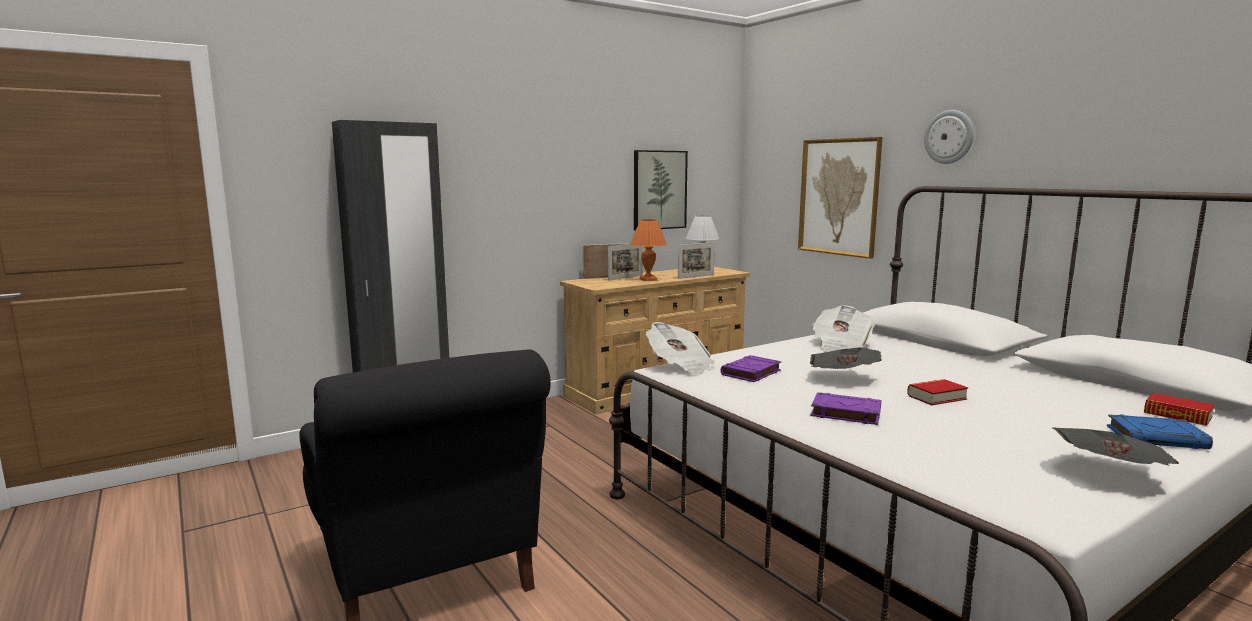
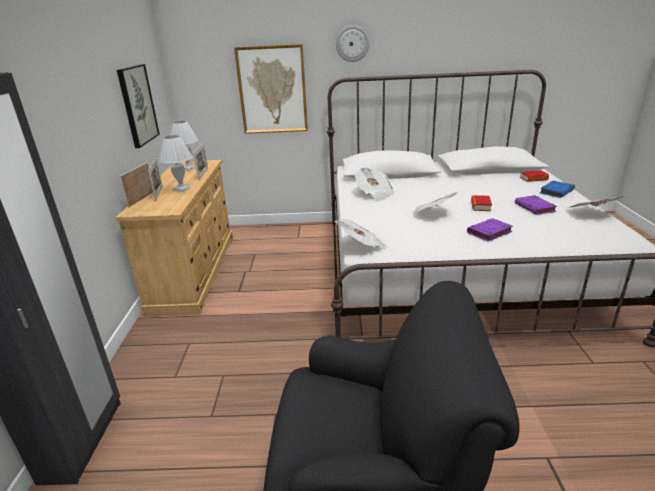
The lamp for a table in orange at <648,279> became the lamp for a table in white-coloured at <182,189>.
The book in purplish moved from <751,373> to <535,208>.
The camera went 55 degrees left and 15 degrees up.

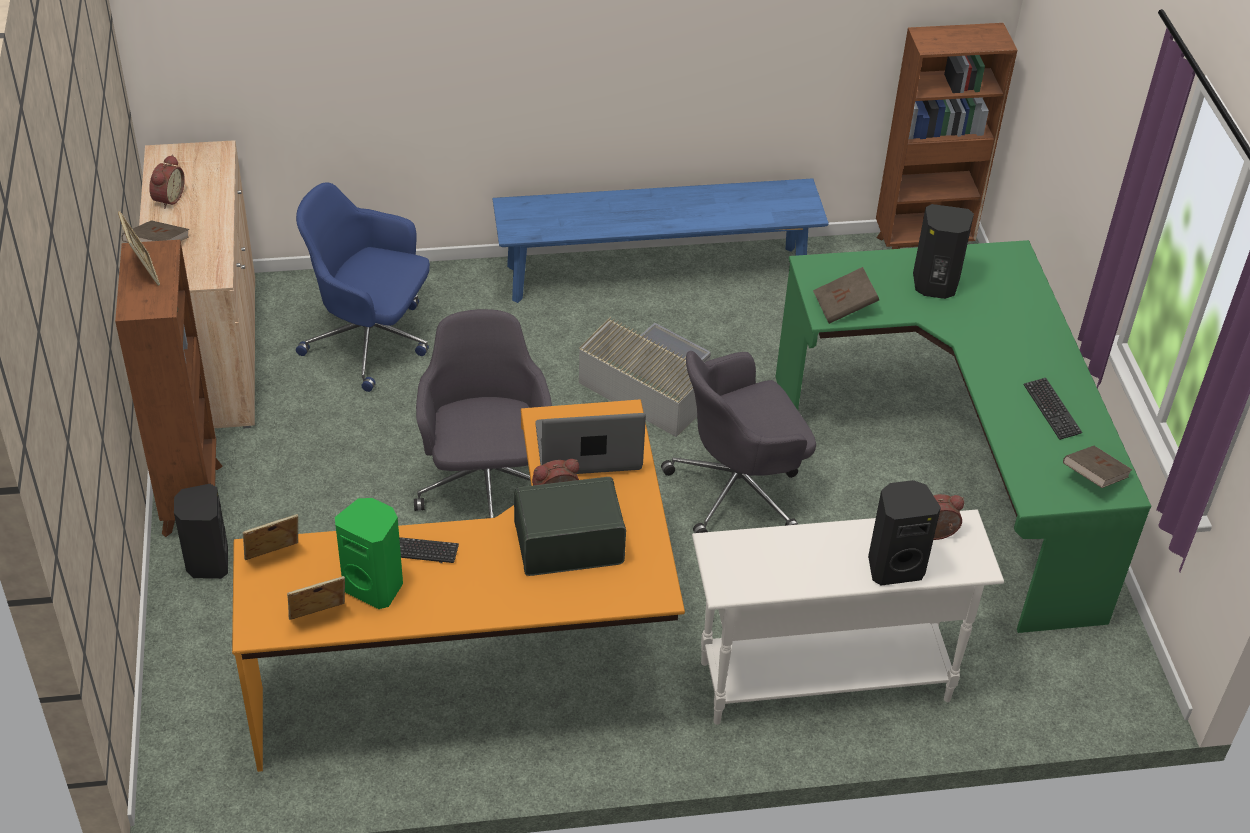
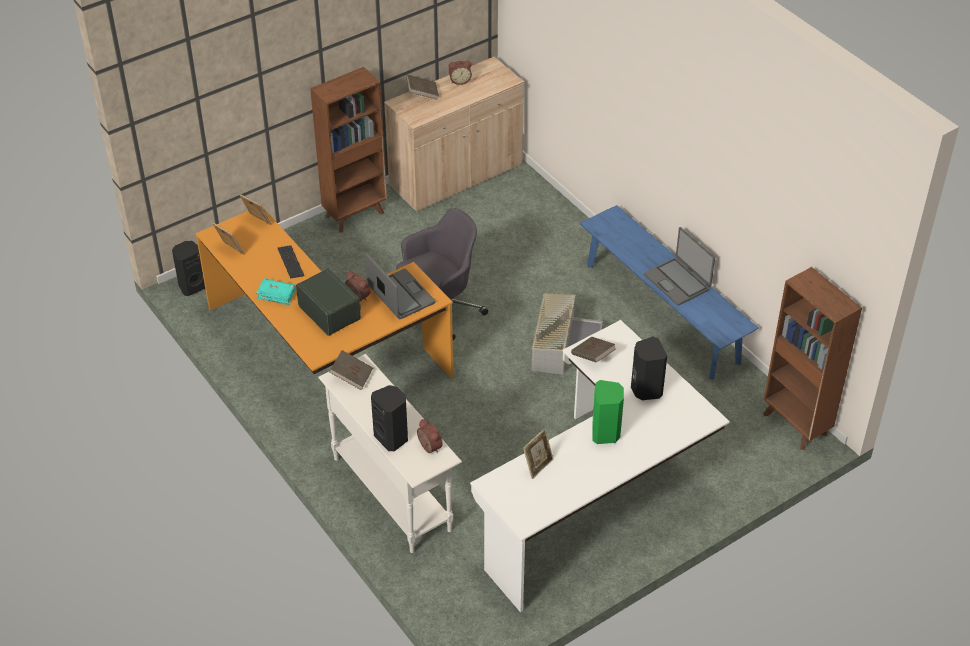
The photo frame moved from <143,271> to <538,465>.
The audio speaker in black moved from <207,562> to <192,286>.
The computer chair in blue at <371,341> disappeared.
The audio speaker in green moved from <375,586> to <606,433>.
The computer chair in gray at <738,490> disappeared.
The desk unit in green at <954,469> became the desk unit in white-coloured at <599,502>.
The computer keyboard at <1052,410> disappeared.
The book in brown-coloured moved from <1093,477> to <352,376>.
The book in turquoise at <276,294> appeared.
The portable computer at <677,282> appeared.
The camera went 65 degrees right and 0 degrees up.

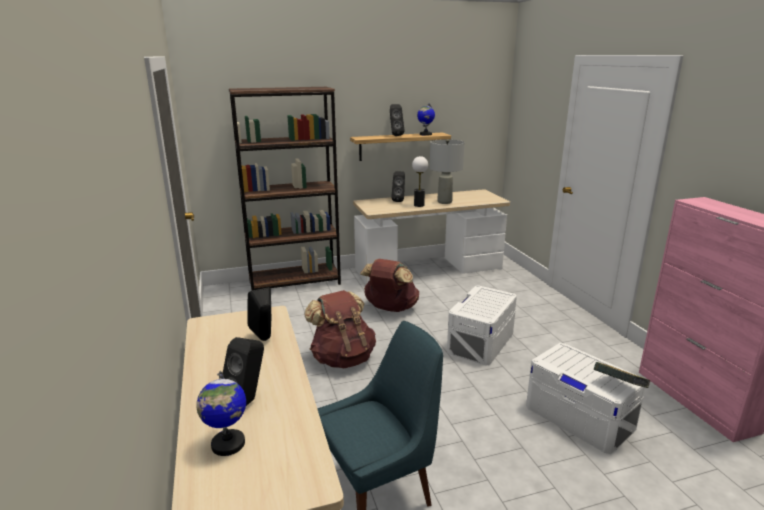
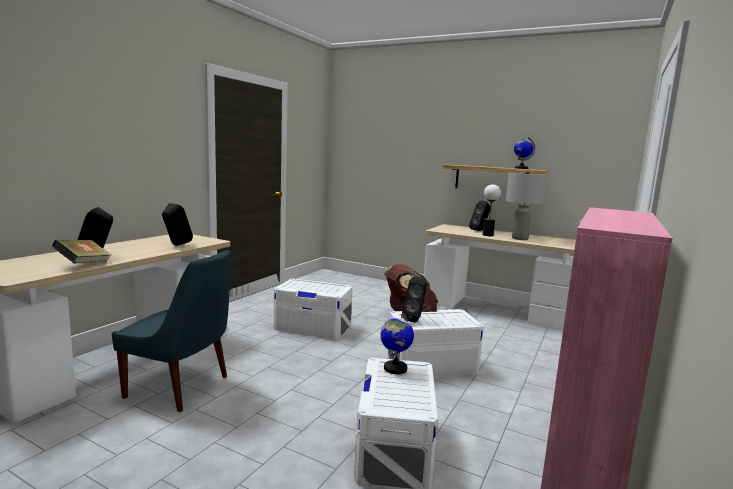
The globe moved from <227,444> to <395,368>.
The bookcase in brown-coloured at <295,282> disappeared.
The knapsack in brown-coloured at <342,358> was replaced by the storage bin in white-coloured at <313,327>.
The audio speaker in black moved from <395,136> to <415,319>.
The book moved from <619,387> to <83,265>.
The camera went 45 degrees right and 10 degrees down.

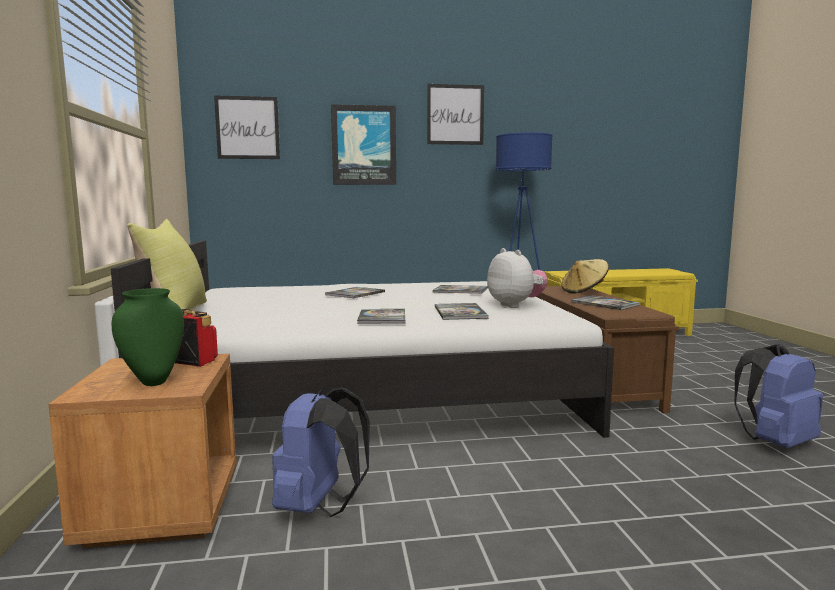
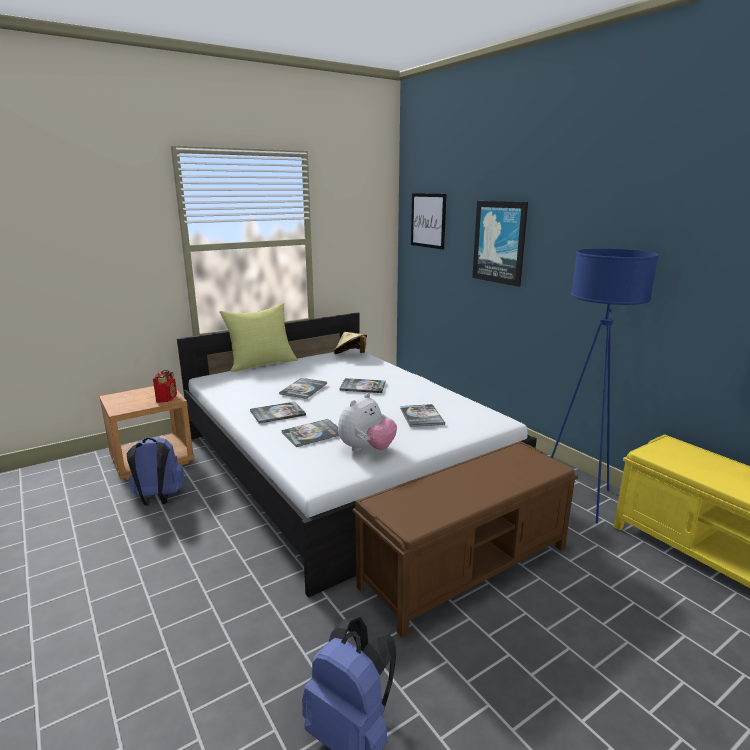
The flower vase in green at <153,382> disappeared.
The wall picture at <455,115> disappeared.
The hat in beige moved from <584,291> to <350,355>.
The book moved from <605,304> to <303,389>.
The camera went 65 degrees right and 10 degrees up.

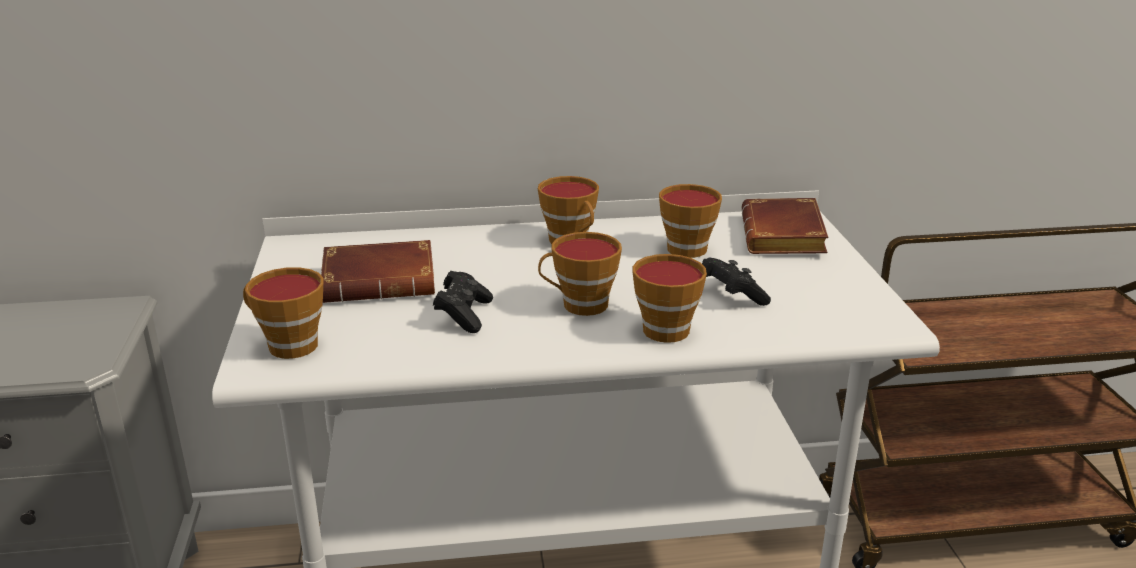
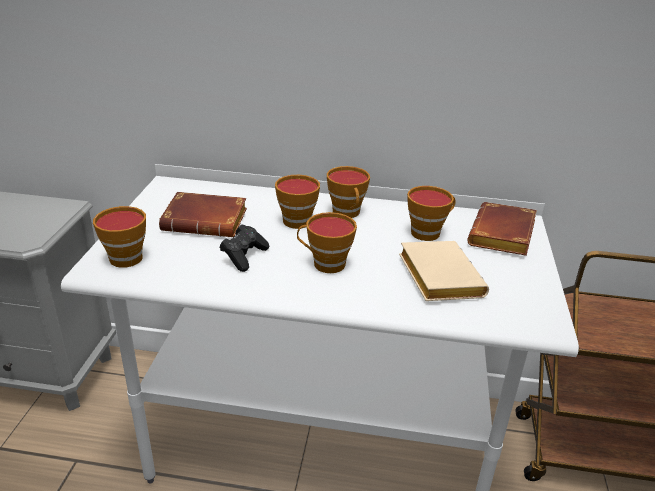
The cup moved from <663,327> to <297,219>.
The gamepad in black at <731,295> was replaced by the book in beige at <436,276>.
The camera went 15 degrees right and 5 degrees up.

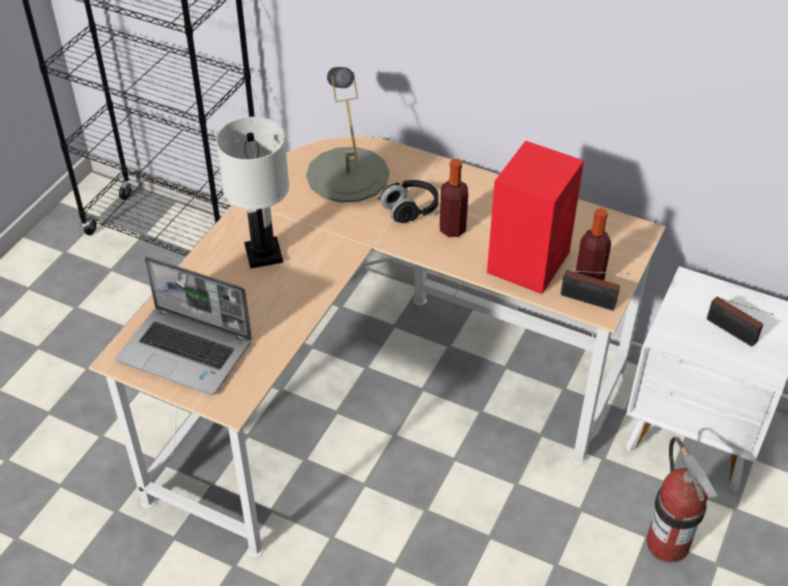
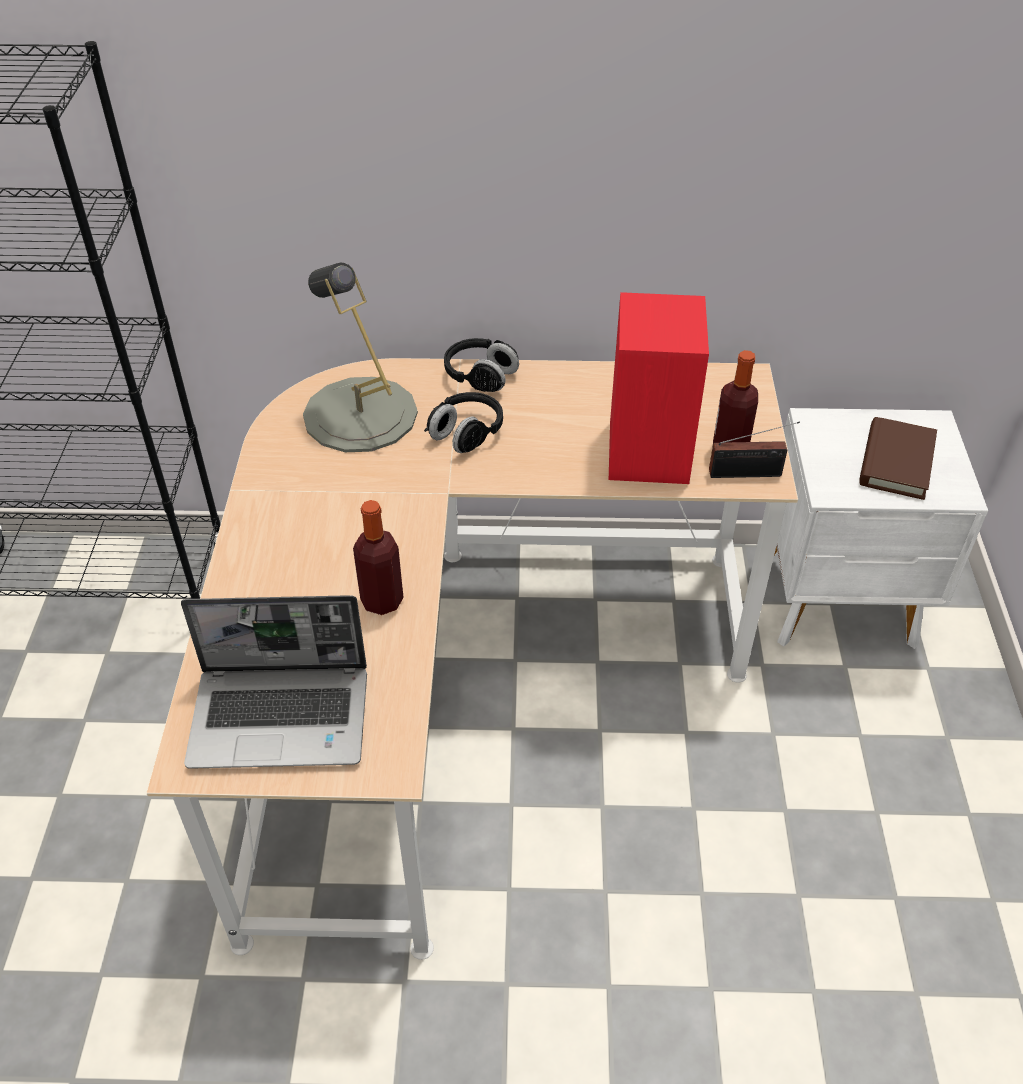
The lamp for a table in white-coloured at <263,254> disappeared.
The beverage bottle moved from <452,229> to <382,600>.
The fire extinguisher at <667,544> disappeared.
The radio receiver at <733,332> was replaced by the book in brown-coloured at <896,462>.
The headset in black at <480,377> appeared.
The camera went 25 degrees left and 0 degrees up.

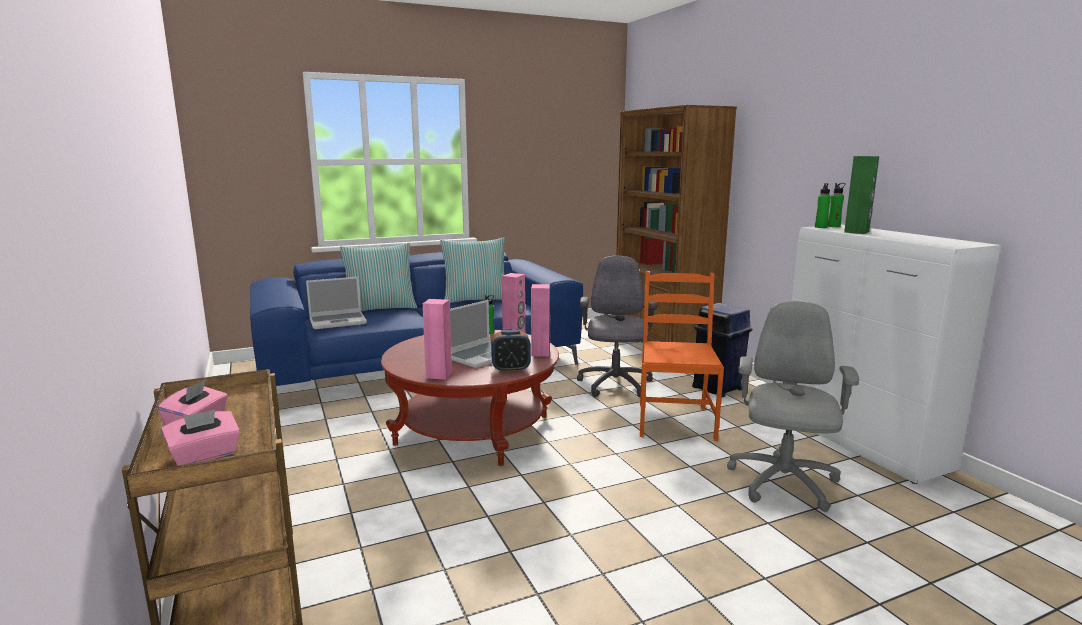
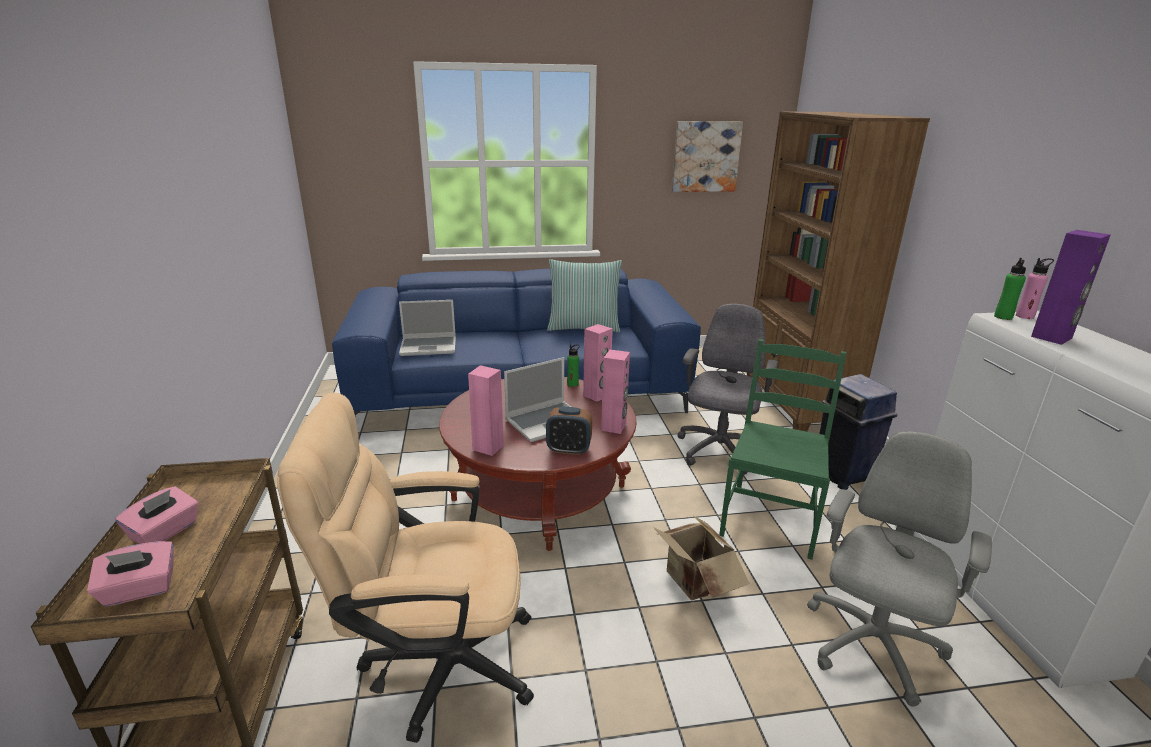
The pillow at <380,308> disappeared.
The upright chair in orange at <674,421> became the upright chair in green at <769,518>.
The beverage bottle in green at <834,226> became the beverage bottle in pink at <1025,316>.
The audio speaker in green at <857,232> became the audio speaker in purplish at <1052,337>.
The computer chair in beige at <433,663> appeared.
The carton at <693,583> appeared.
The wall picture at <706,156> appeared.
The camera went 15 degrees right and 10 degrees up.

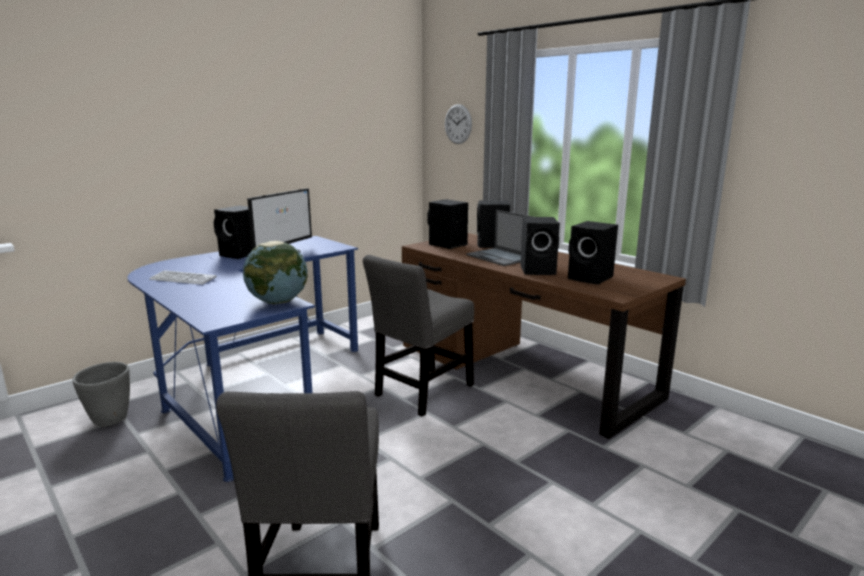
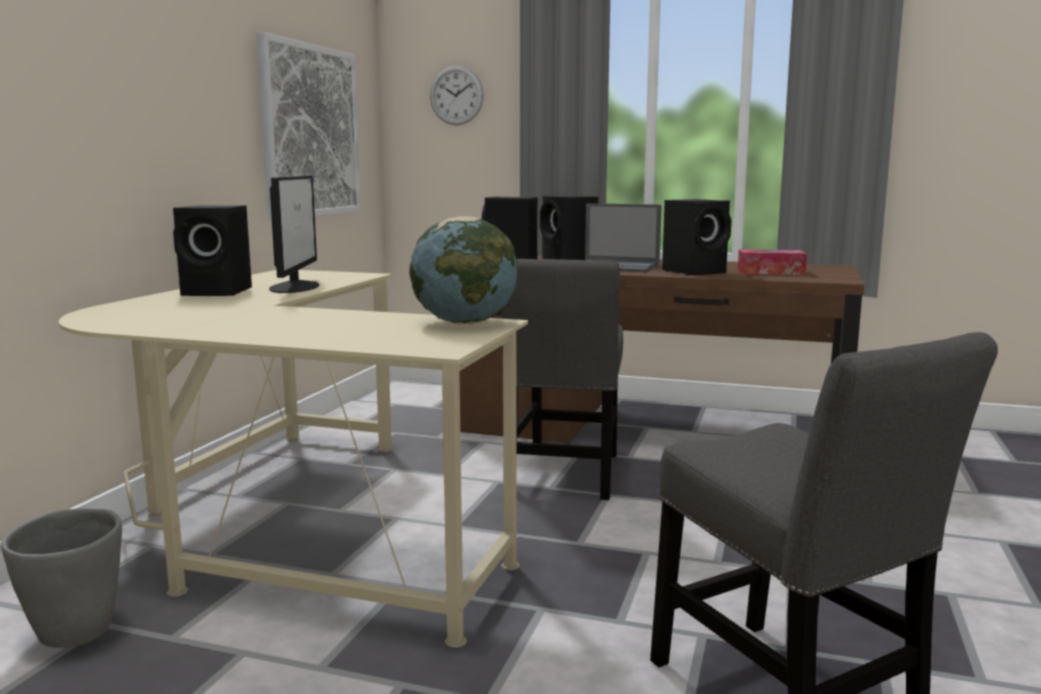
The desk unit in blue at <252,387> became the desk unit in beige at <291,525>.
The computer keyboard at <183,279> disappeared.
The audio speaker in black at <591,278> was replaced by the box of tissues at <770,272>.
The wall picture at <310,131> appeared.
The camera went 30 degrees left and 5 degrees down.

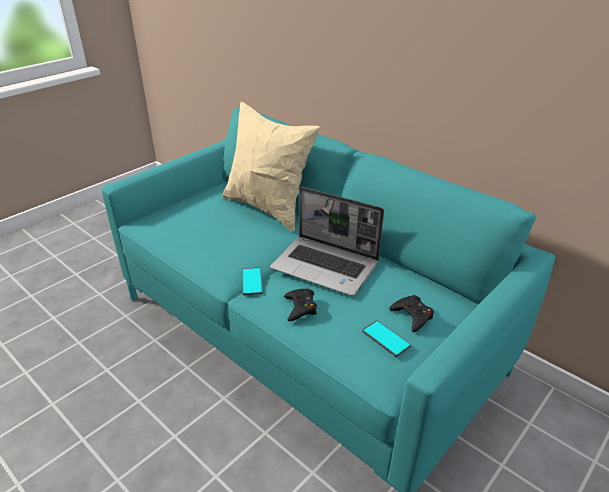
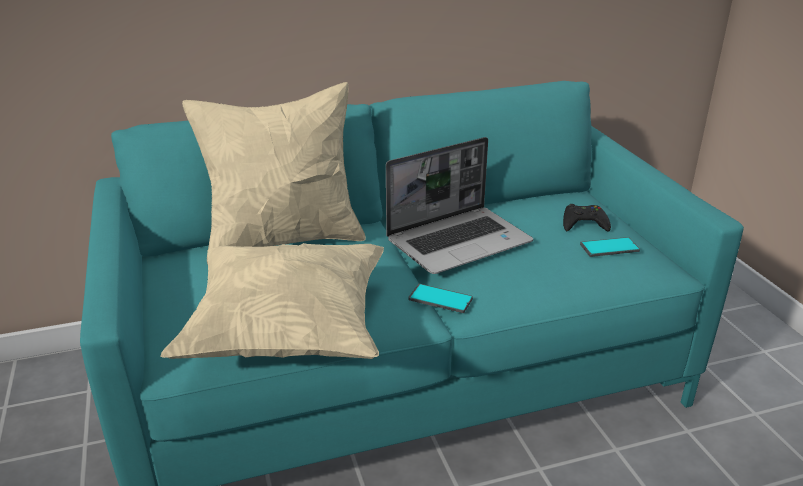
The gamepad in black at <300,307> disappeared.
The pillow in beige at <287,333> appeared.
The camera went 60 degrees left and 5 degrees down.

